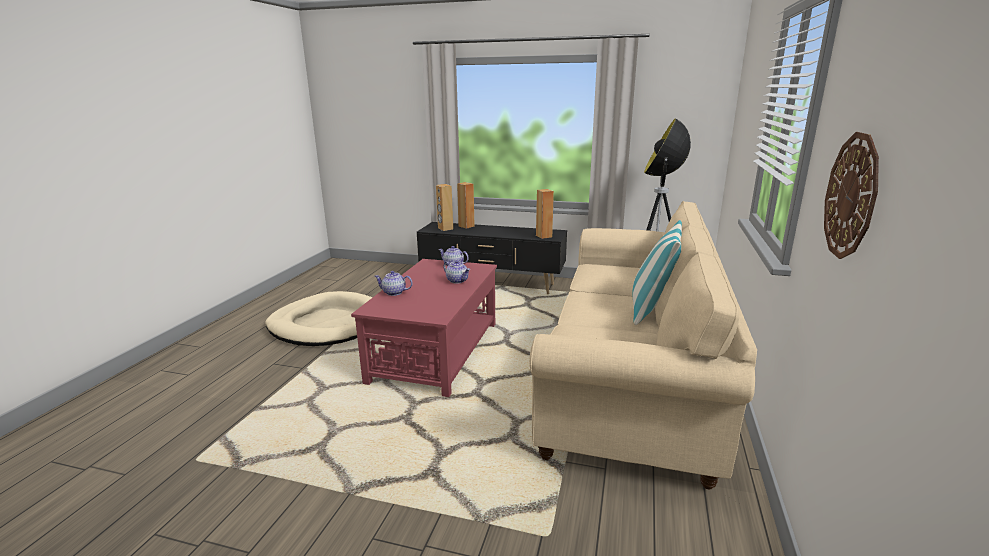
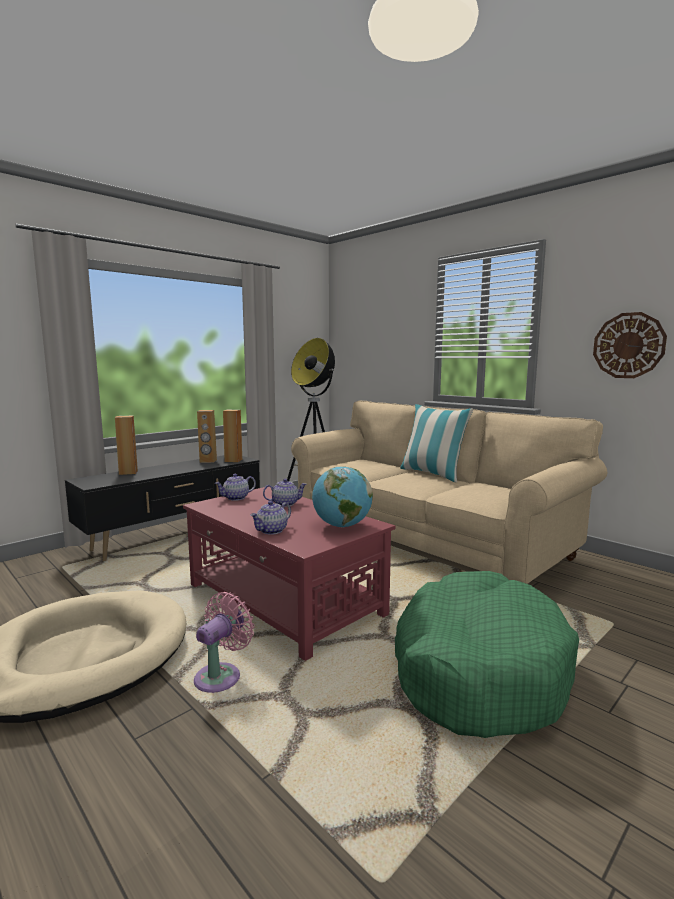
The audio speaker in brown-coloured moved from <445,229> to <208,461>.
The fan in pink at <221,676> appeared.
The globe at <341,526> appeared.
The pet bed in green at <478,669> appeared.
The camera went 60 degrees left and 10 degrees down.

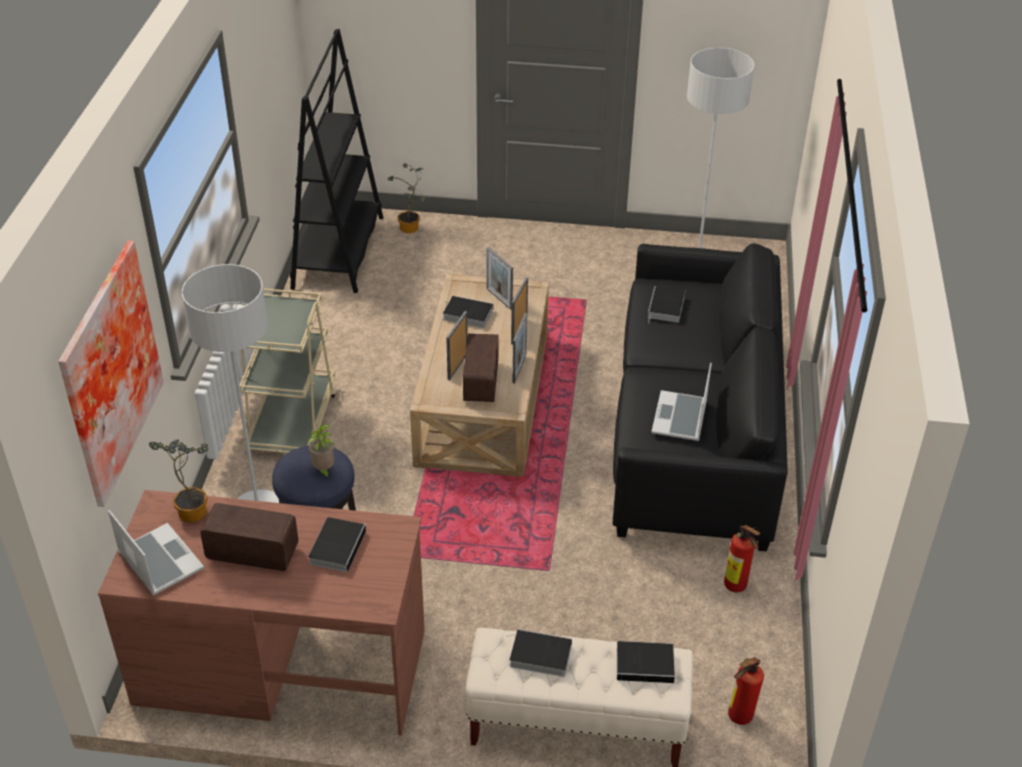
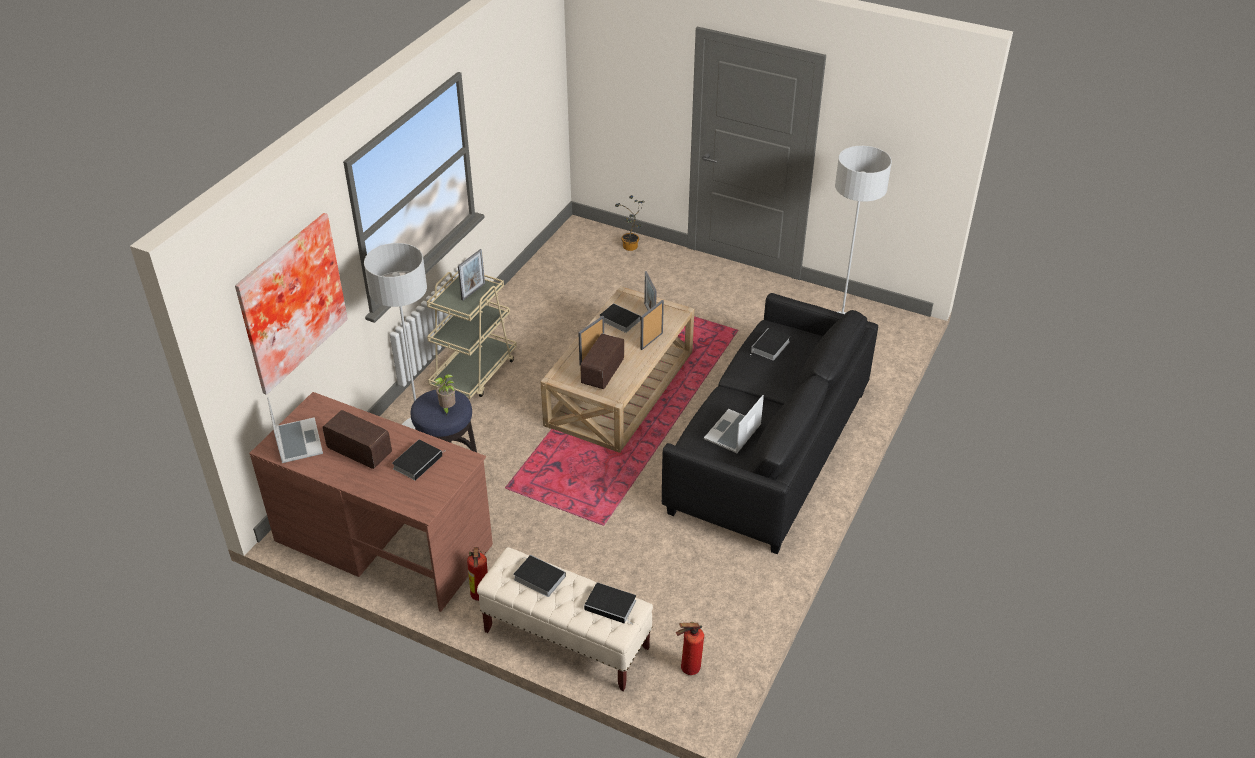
The potted plant at <192,509> disappeared.
The bookcase in black at <338,252> disappeared.
The photo frame moved from <519,369> to <473,291>.
The fire extinguisher moved from <737,587> to <479,597>.
The camera went 20 degrees right and 0 degrees up.

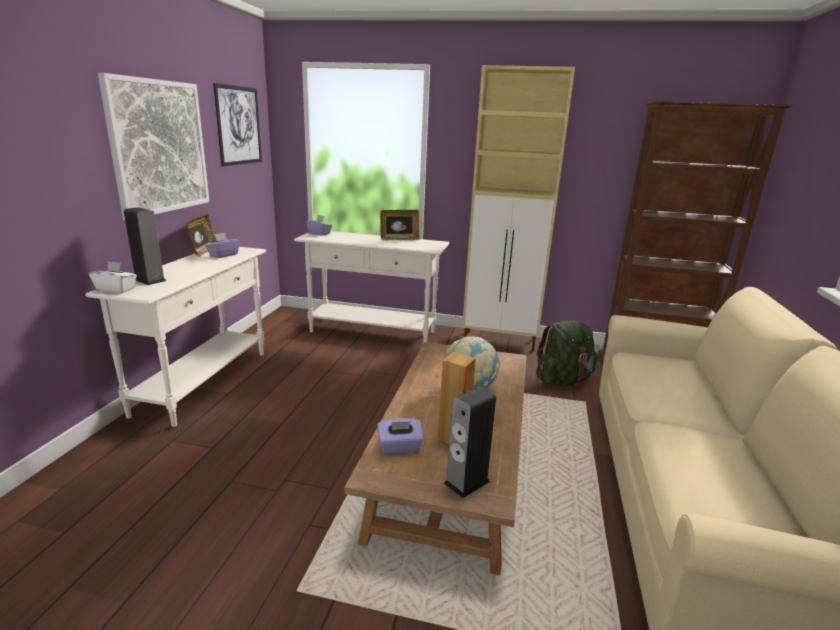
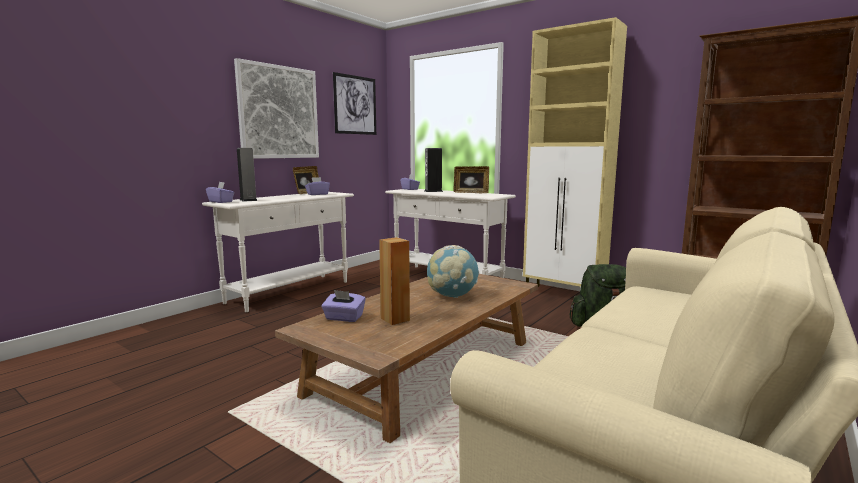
The box of tissues in white-coloured at <116,289> became the box of tissues in purplish at <221,202>.
The audio speaker moved from <467,482> to <433,191>.
The camera went 25 degrees right and 10 degrees down.

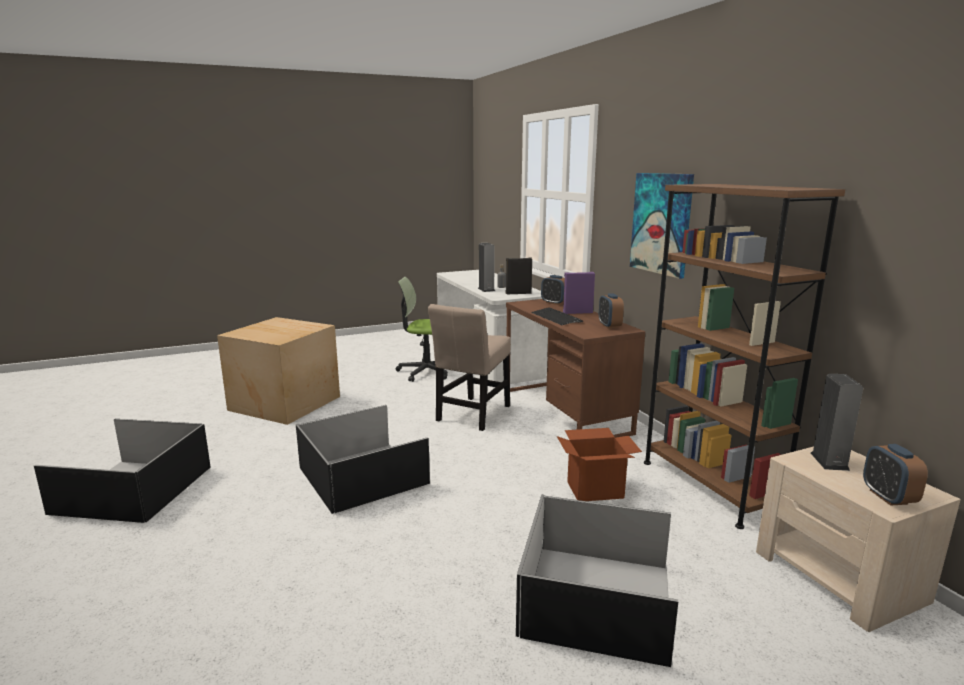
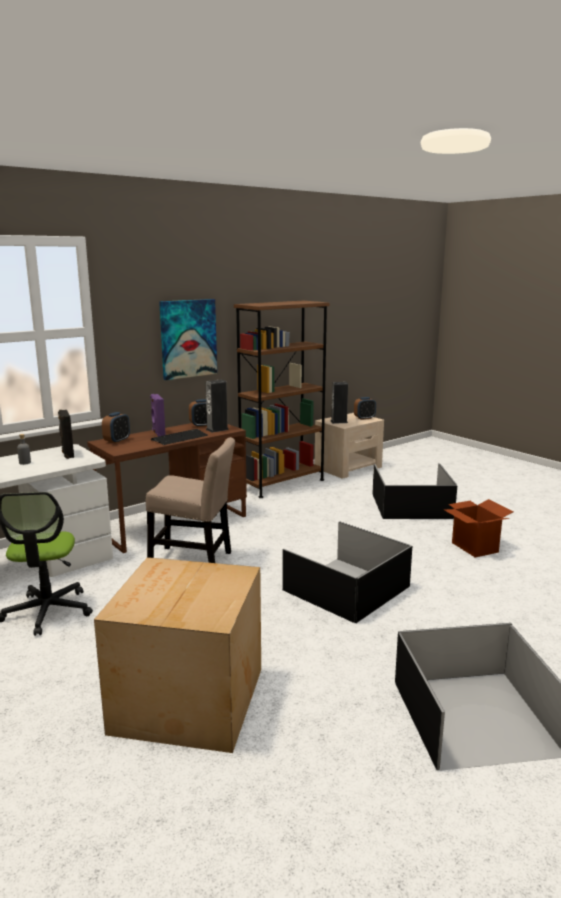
The audio speaker moved from <486,289> to <217,429>.
The carton moved from <595,490> to <474,547>.
The camera went 105 degrees left and 0 degrees up.

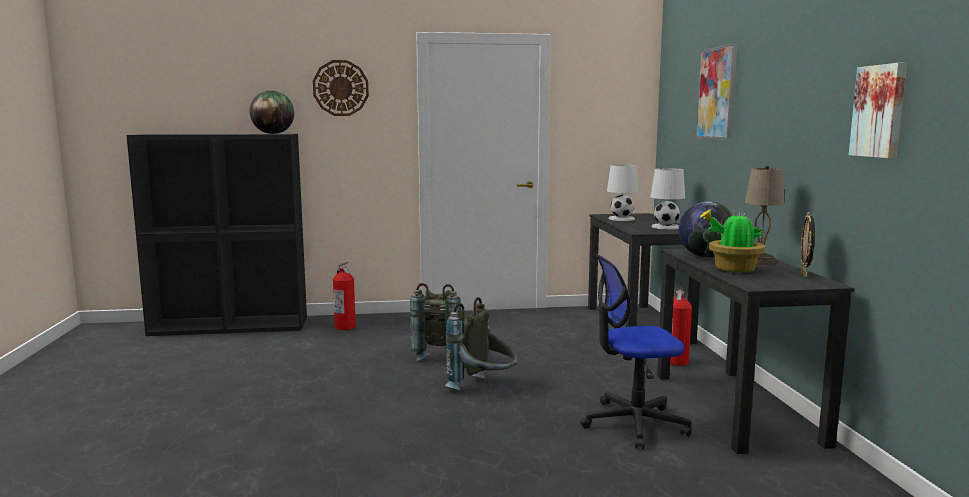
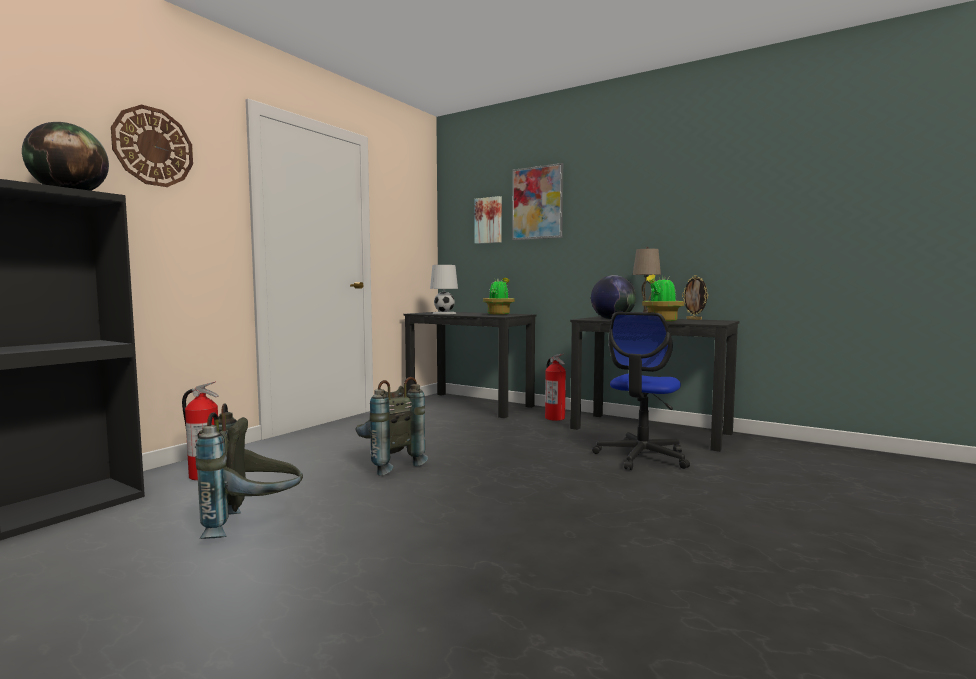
The knapsack in gray moved from <484,389> to <253,524>.
The lamp for a table in white-coloured at <666,227> was replaced by the potted plant at <499,314>.
The wall picture moved from <880,111> to <489,220>.
The camera went 50 degrees left and 5 degrees down.

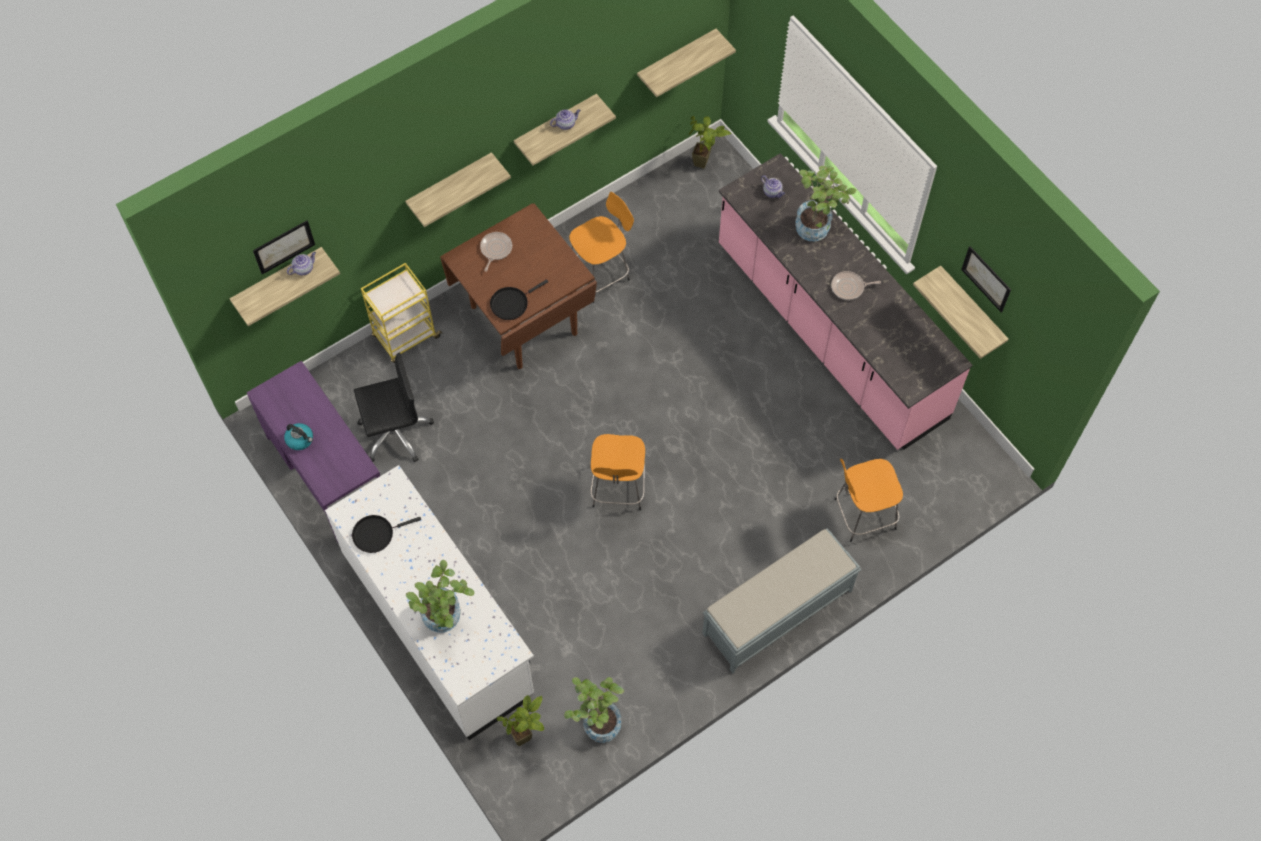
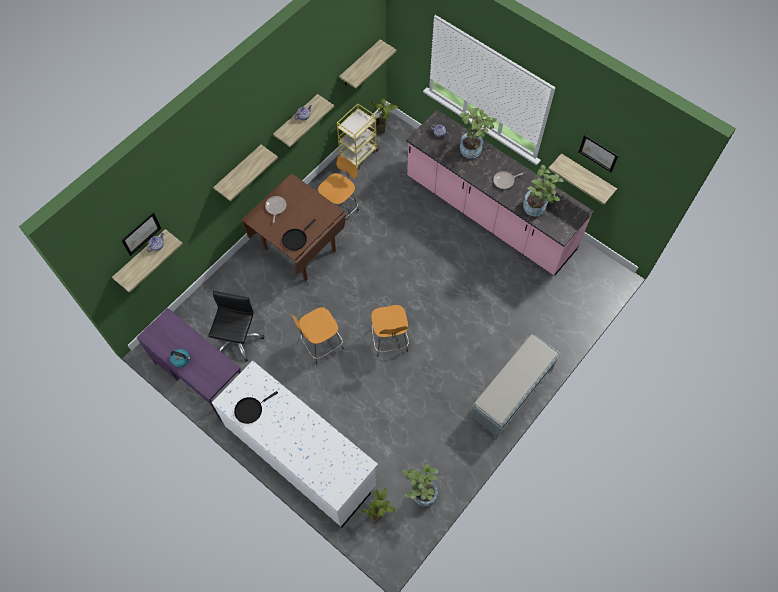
The computer chair in black at <395,432> turned 45 degrees counterclockwise.
The wheeled cart in yellow moved from <406,337> to <358,154>.
The potted plant moved from <445,619> to <537,209>.
The sitting stool in orange moved from <862,514> to <320,344>.
The camera went 15 degrees left and 0 degrees up.

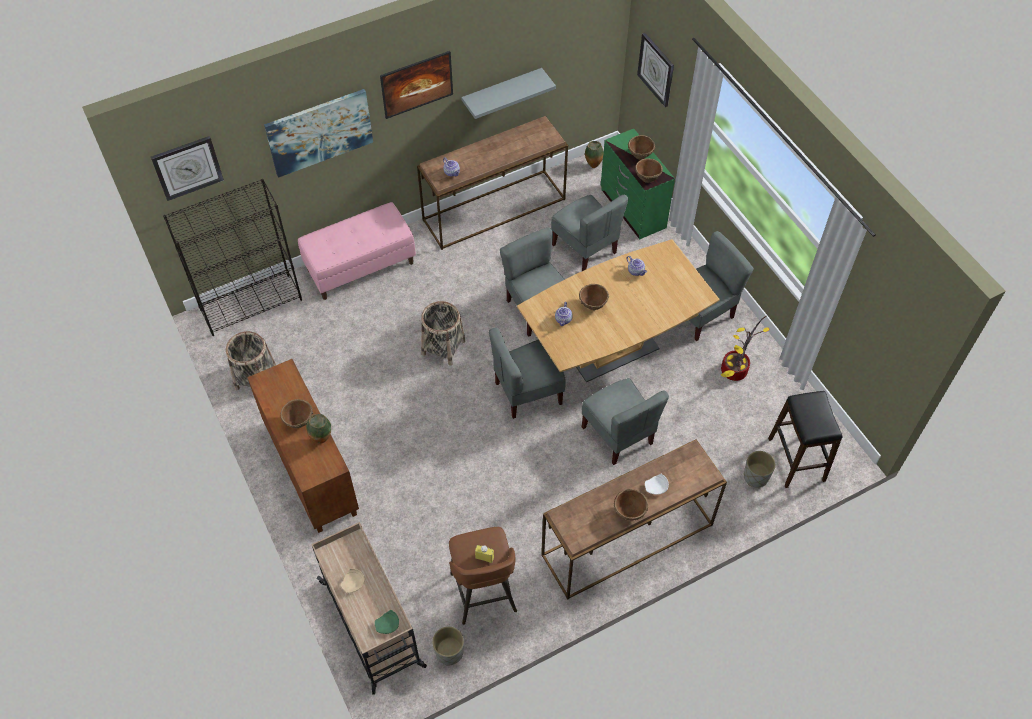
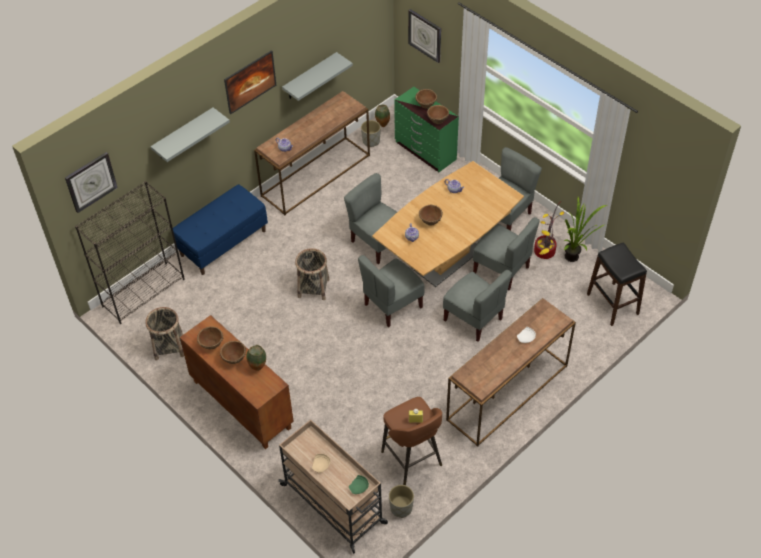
The wall picture at <319,132> was replaced by the bracket shelf in gray at <183,134>.
The indoor bench in pink at <361,266> became the indoor bench in blue at <223,242>.
The upright chair in gray moved from <585,248> to <502,270>.
The deep dish in brown-coloured moved from <629,512> to <211,345>.
The planter in gray moved from <756,477> to <371,141>.
The potted plant at <574,258> appeared.
The camera went 15 degrees left and 5 degrees down.

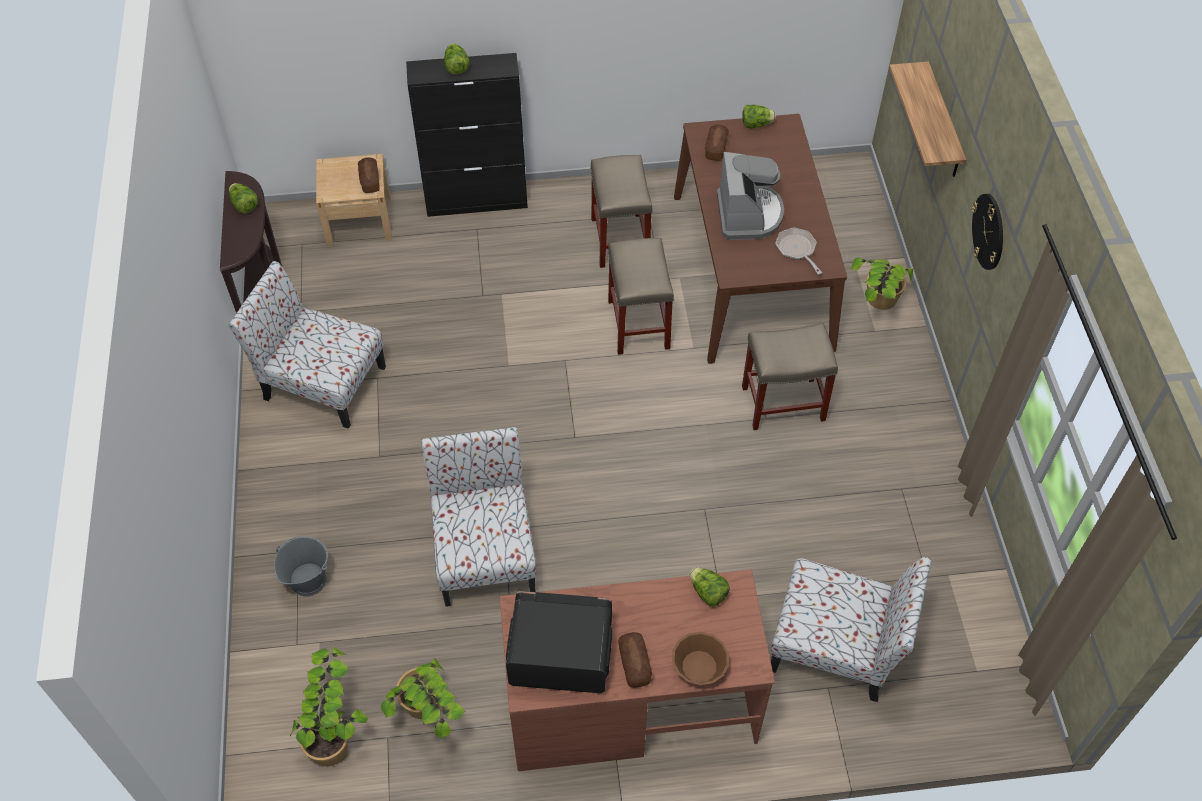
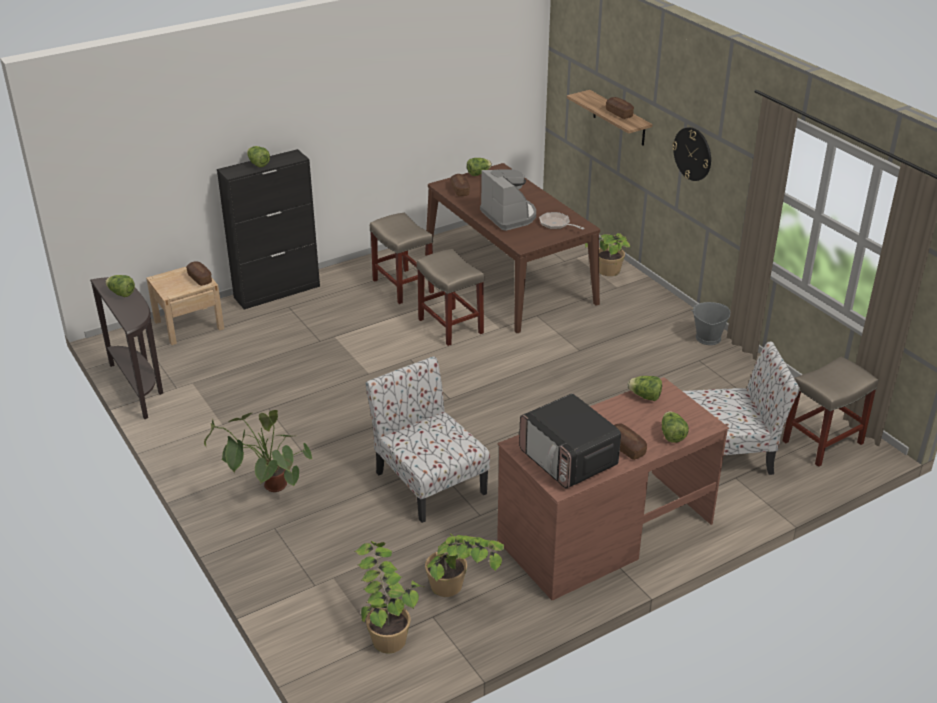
The upright chair at <321,382> disappeared.
The water bucket in gray moved from <308,580> to <707,338>.
The microwave oven at <559,654> turned 105 degrees counterclockwise.
The deep dish in brown-coloured at <699,667> was replaced by the lettuce head at <672,435>.
The sitting stool in beige moved from <782,404> to <822,443>.
The potted plant at <264,489> appeared.
The bread at <619,113> appeared.
The camera went 25 degrees left and 20 degrees down.

